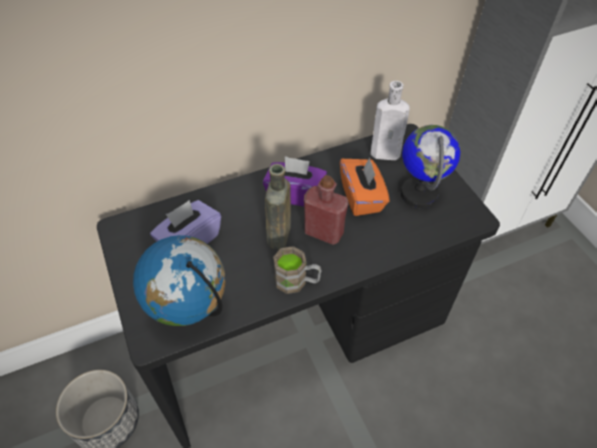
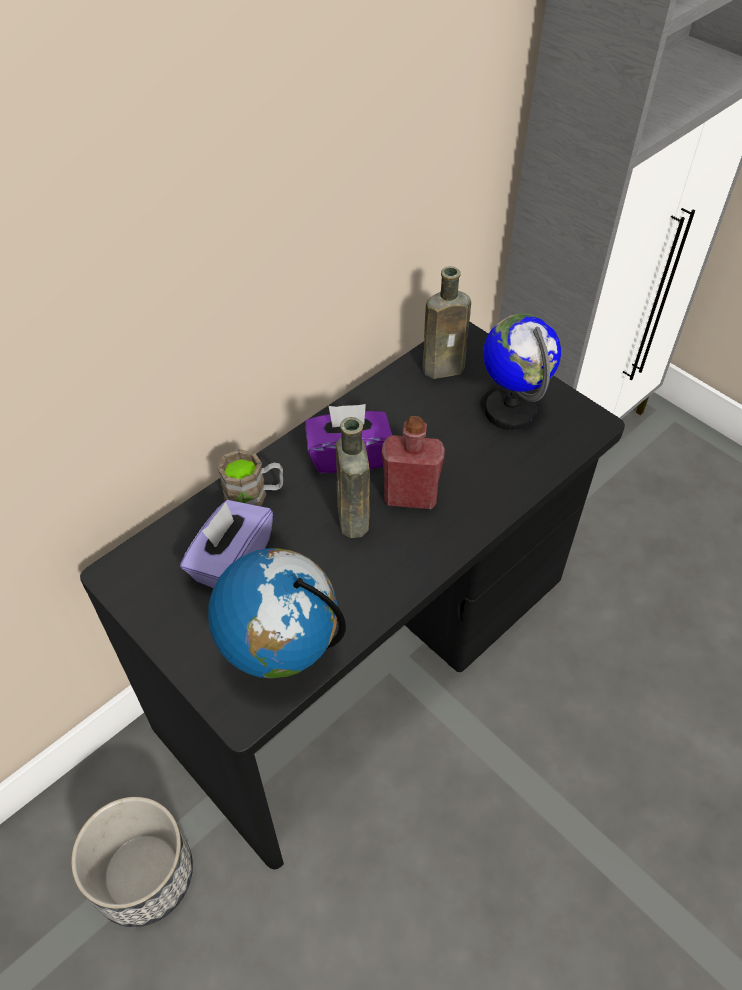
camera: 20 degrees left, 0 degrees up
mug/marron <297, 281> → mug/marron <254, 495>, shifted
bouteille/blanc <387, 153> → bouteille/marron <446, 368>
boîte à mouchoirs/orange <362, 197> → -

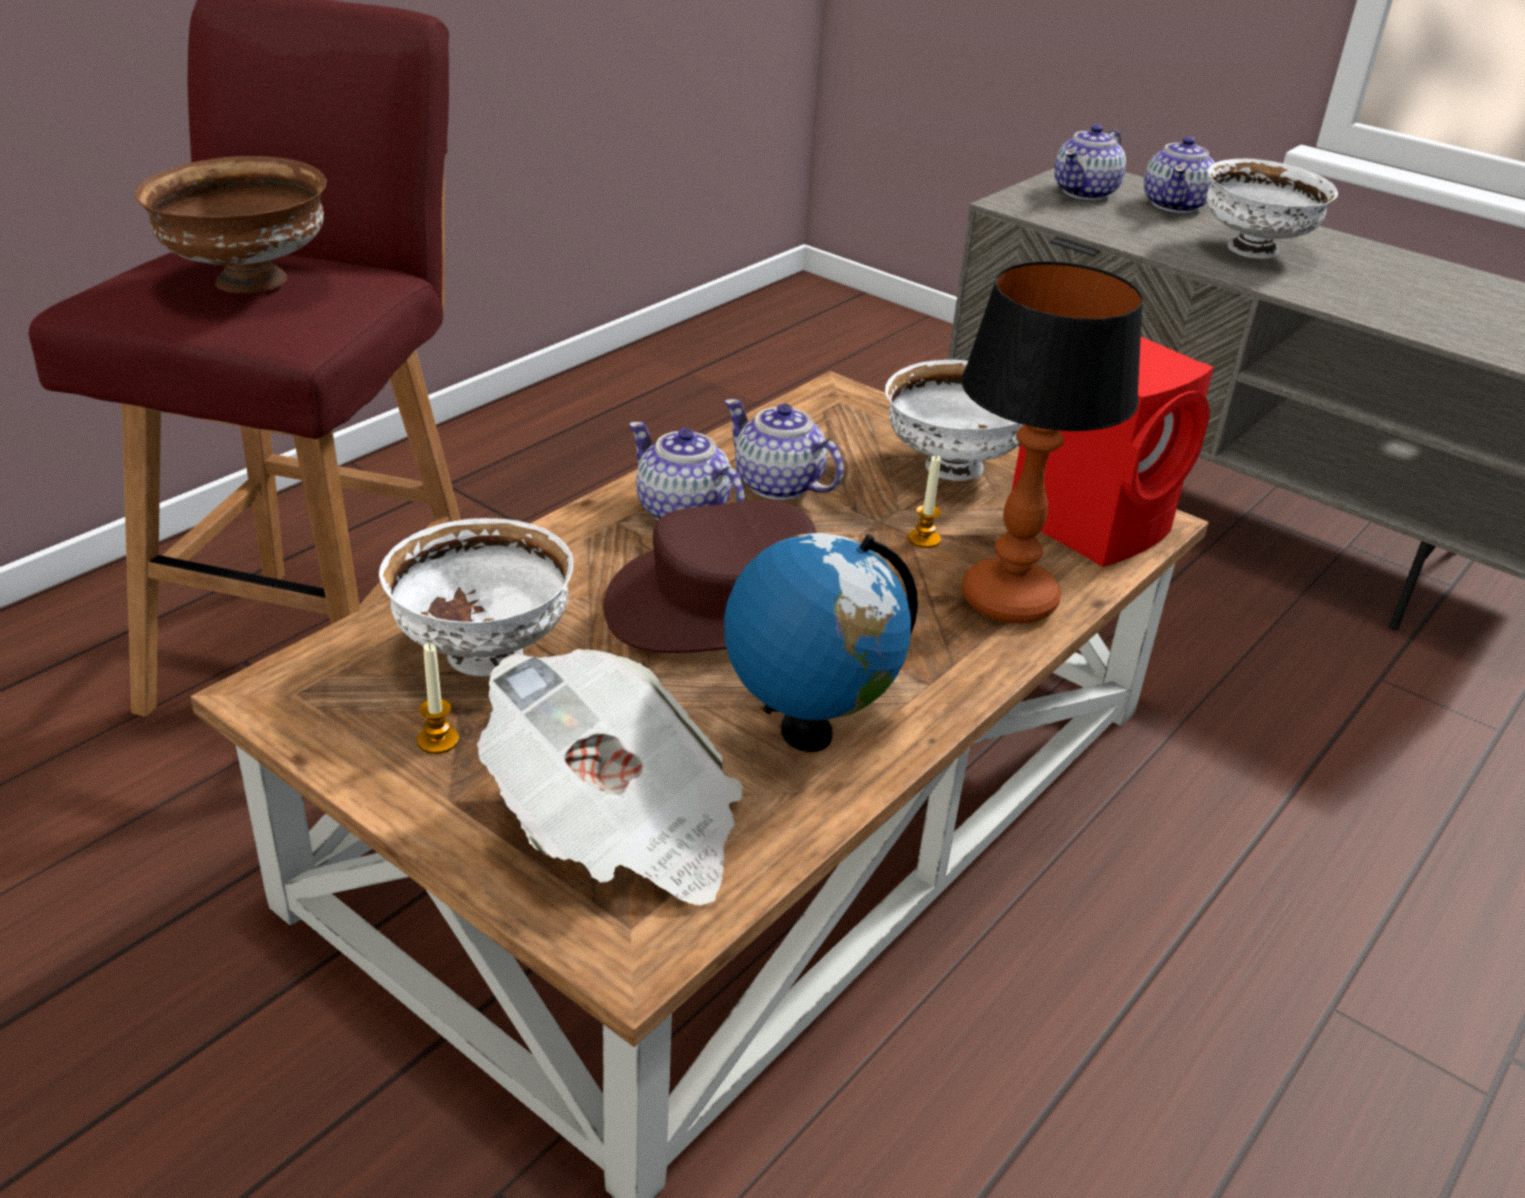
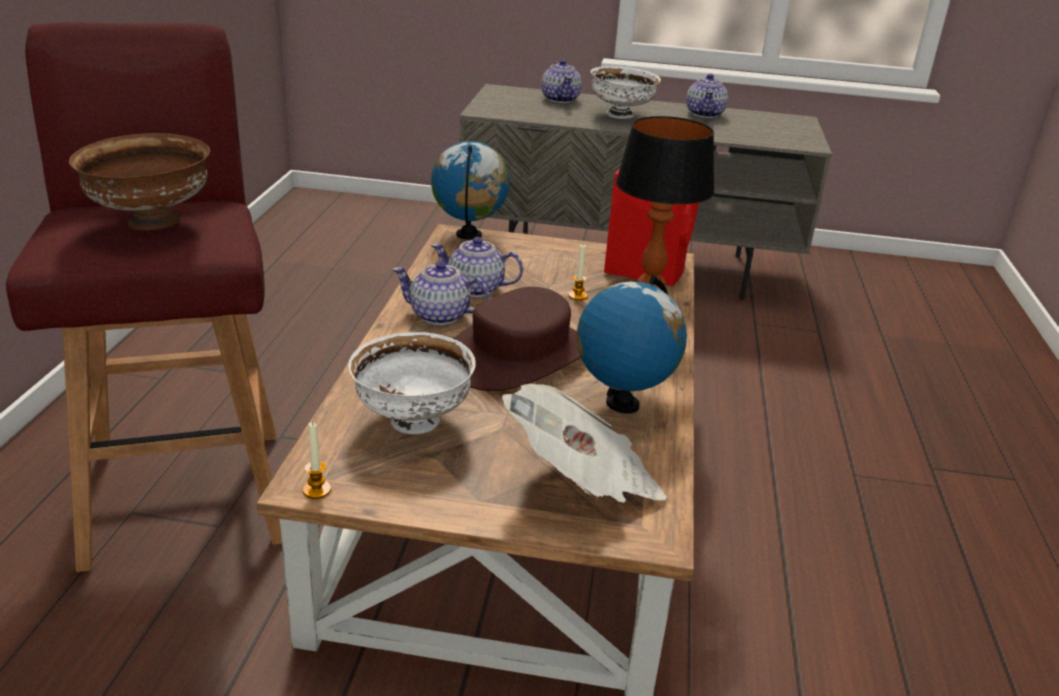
camera: 30 degrees left, 5 degrees down
bougie <438, 740> → bougie <316, 490>, shifted
- → globe <469, 235>
théière <1086, 192> → théière <705, 114>, shifted
bol/blanc <951, 468> → -

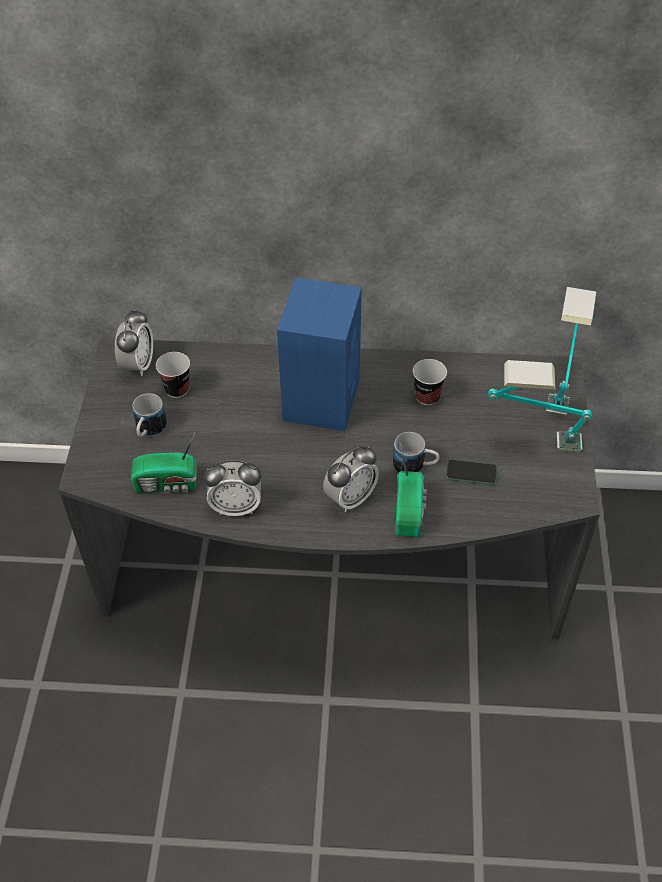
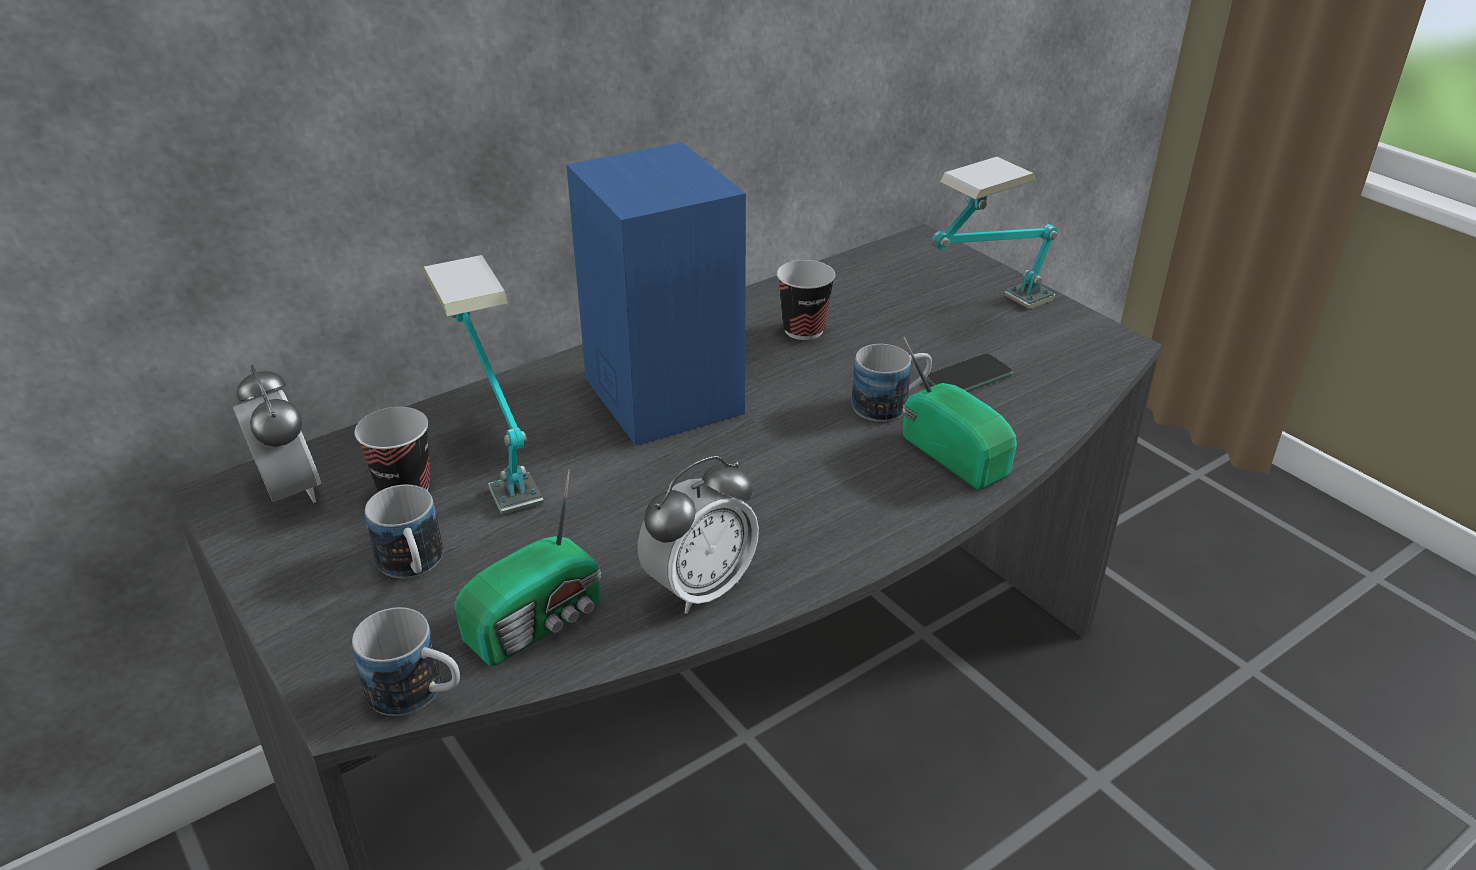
camera: 40 degrees left, 15 degrees down
- → mug <418, 694>
lampe de table <561, 381> → lampe de table <496, 457>, shifted
réveil <350, 498> → -

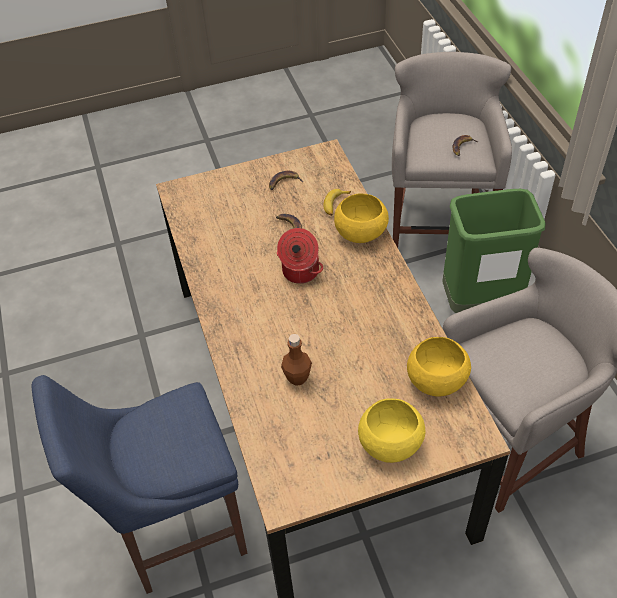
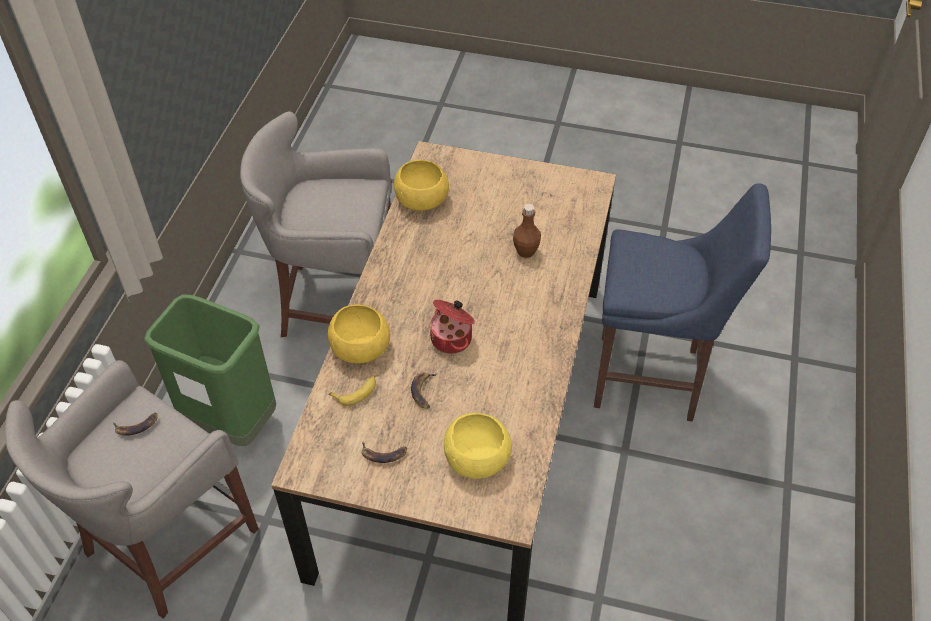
camera: 150 degrees left, 0 degrees up
bol/jaune <390, 441> → bol/jaune <476, 458>, shifted

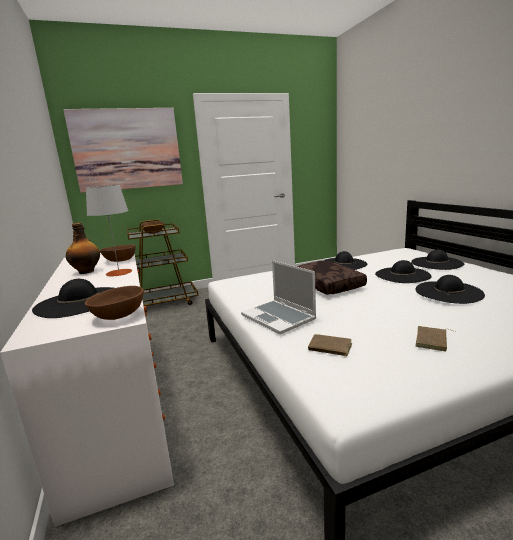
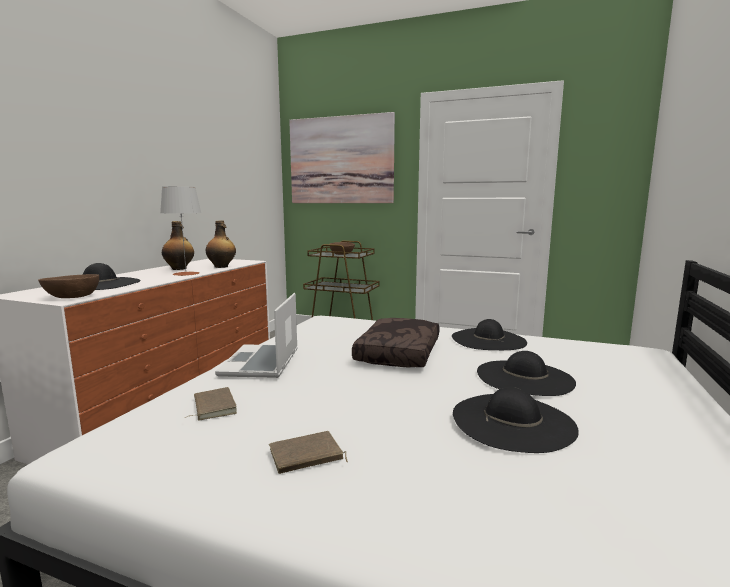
camera: 40 degrees right, 5 degrees down
bol/marron <120, 260> → bouteille <221, 267>
chapeau/noir <436, 263> → -

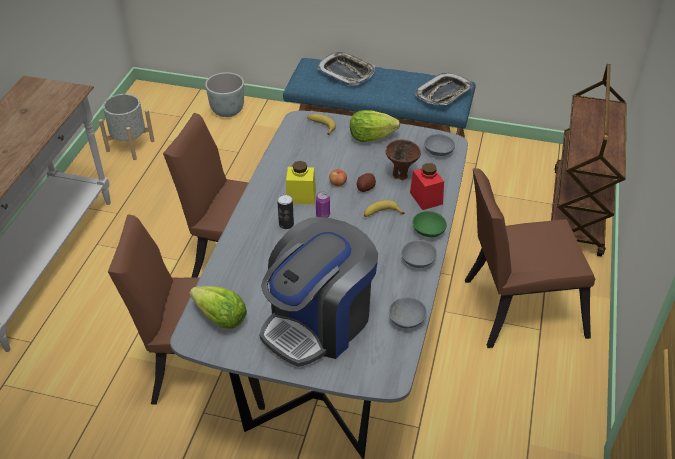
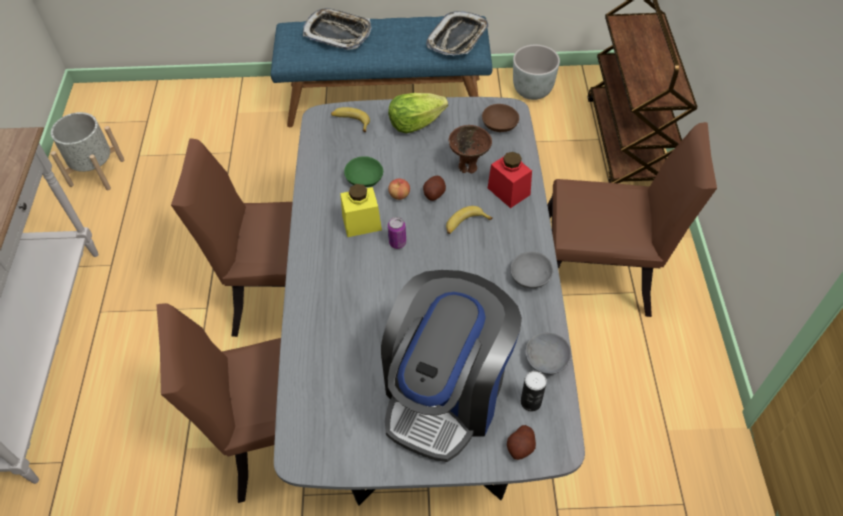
camera: 15 degrees left, 10 degrees up
bol/vert <429, 230> → bol/vert <365, 178>, shifted
bol/gris <439, 151> → bol/marron <501, 124>
- → pomme de terre <520, 447>
cache-pot/gris <228, 111> → cache-pot/gris <533, 90>, shifted
boîte métallique <286, 224> → boîte métallique <530, 402>, shifted
chaise/marron <515, 307> → chaise/marron <601, 272>, 150 degrees counterclockwise
laitue <220, 318> → -

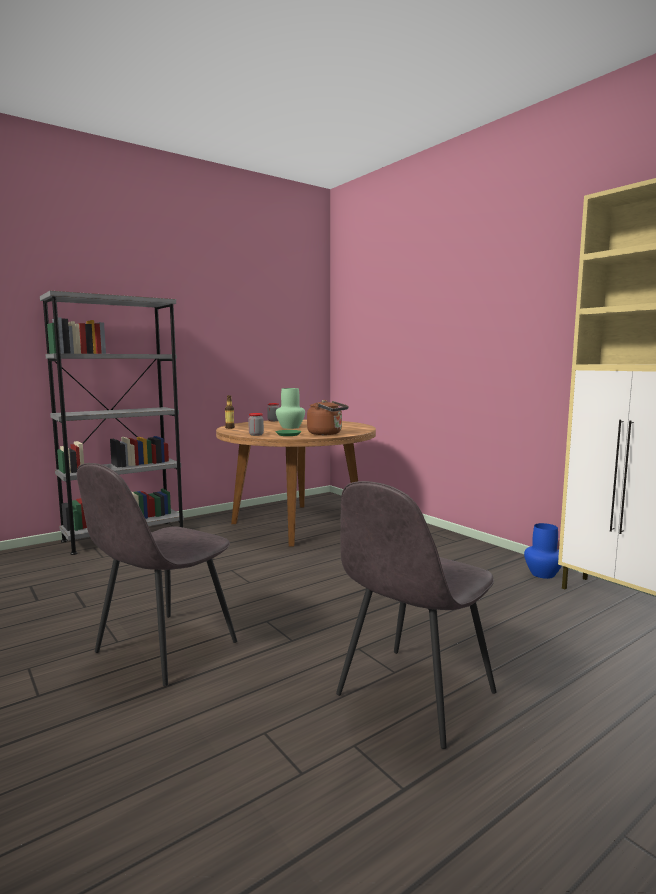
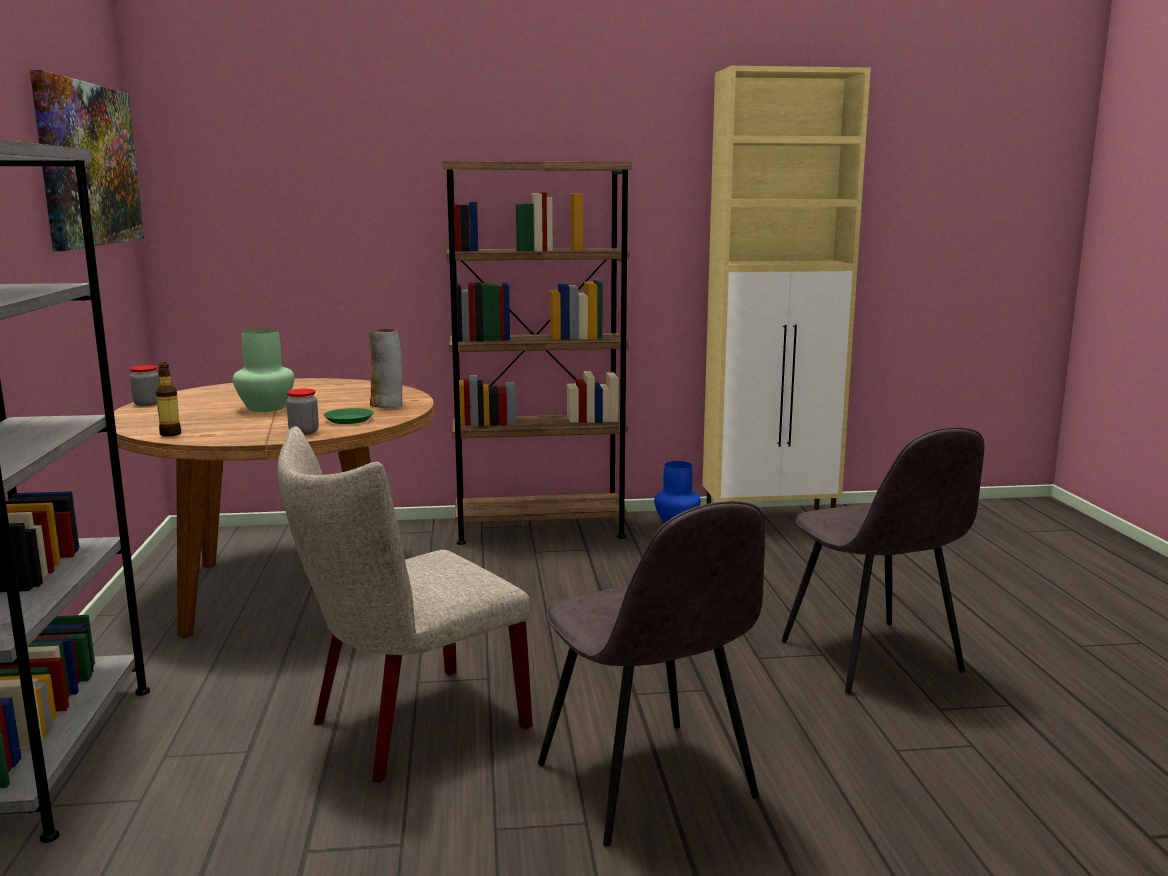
camera: 60 degrees left, 5 degrees up
- → tableau <89, 165>
- → chaise/beige <407, 727>
bouilloire/marron <327, 434> → vase <387, 405>
- → bibliothèque/marron <539, 529>

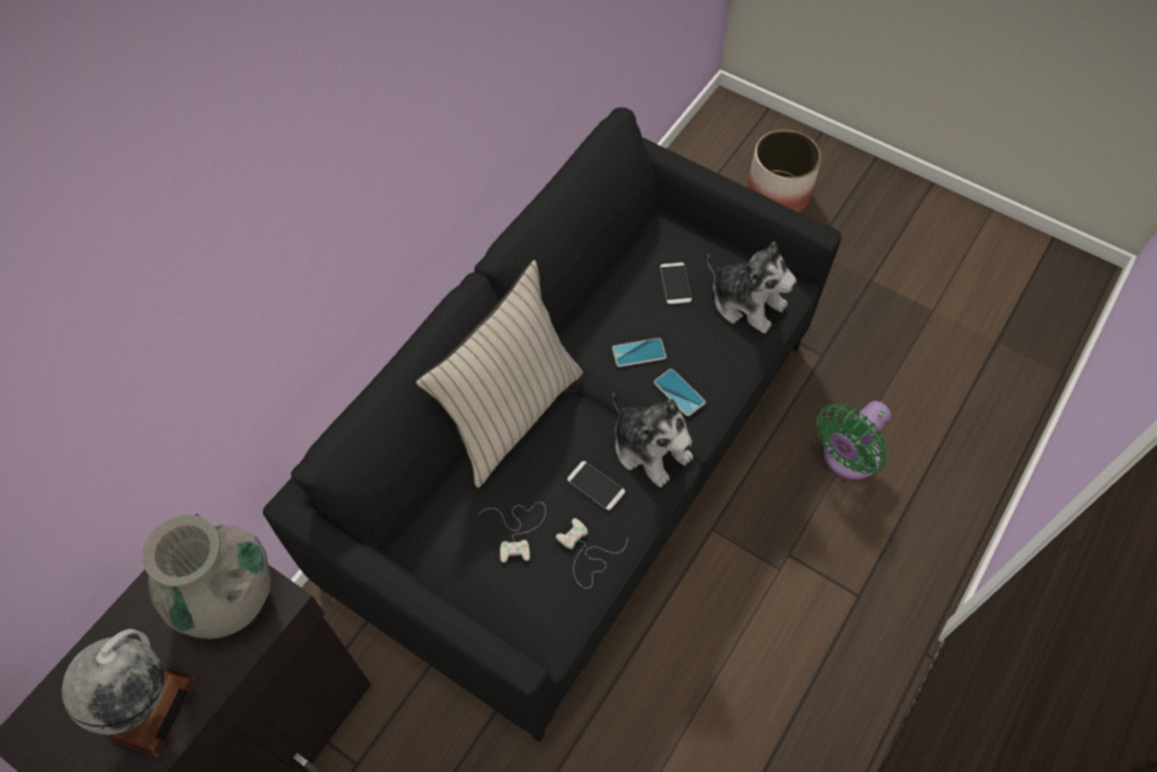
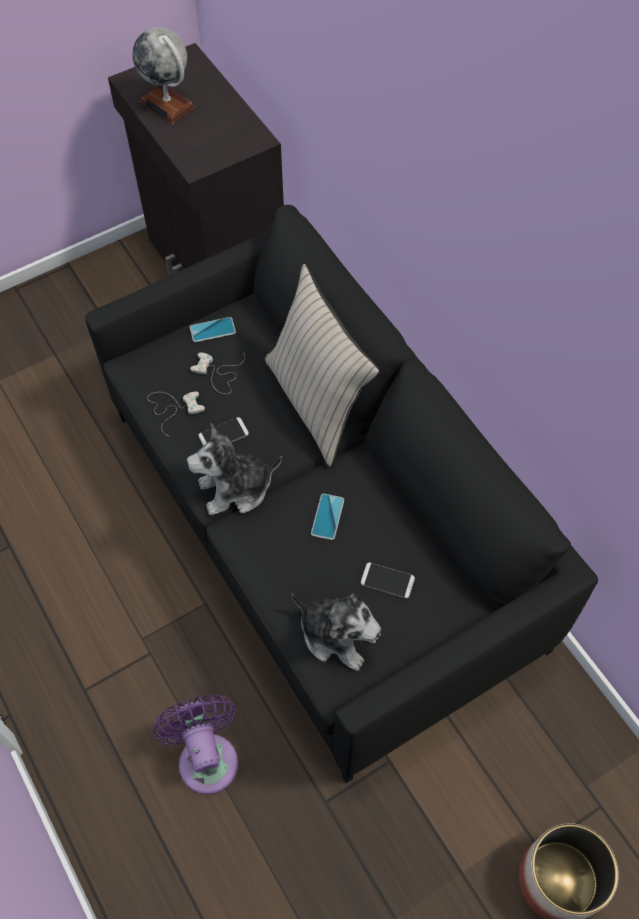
camera: 115 degrees right, 0 degrees up
ventilateur/vert <846, 458> → ventilateur/violet <206, 757>
téléphone <679, 392> → téléphone <212, 330>, shifted
peluche <746, 302> → peluche <338, 634>, 120 degrees counterclockwise
vase/gris <227, 598> → -

